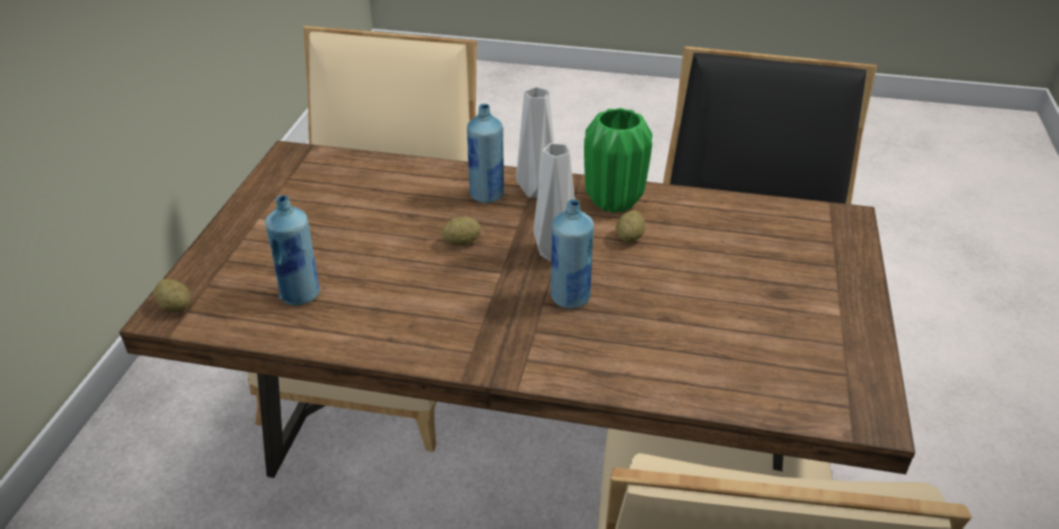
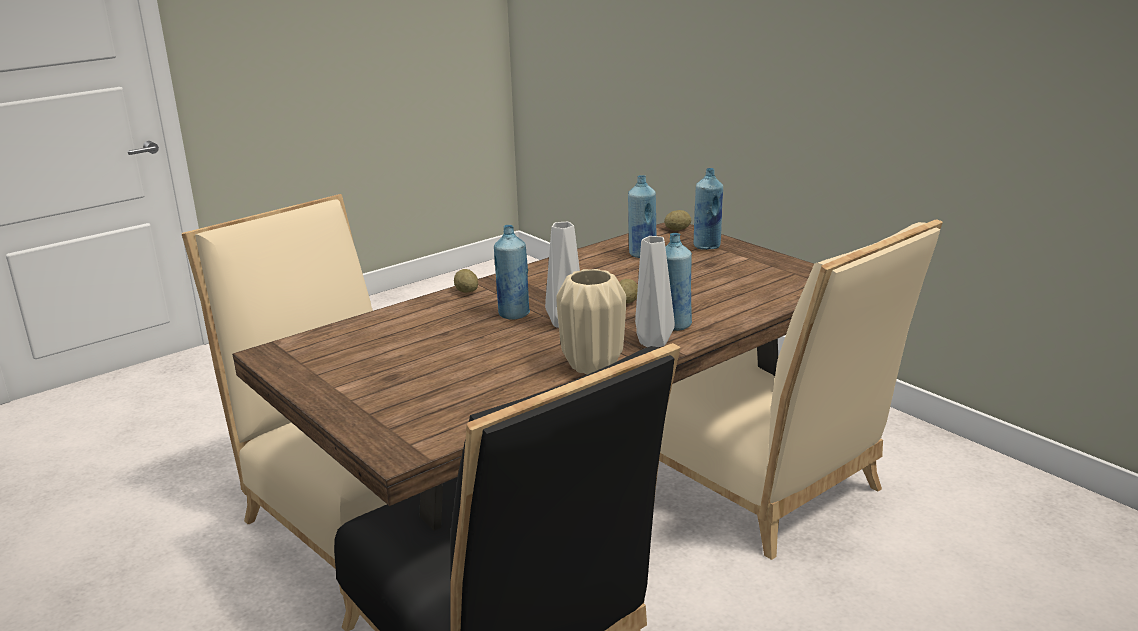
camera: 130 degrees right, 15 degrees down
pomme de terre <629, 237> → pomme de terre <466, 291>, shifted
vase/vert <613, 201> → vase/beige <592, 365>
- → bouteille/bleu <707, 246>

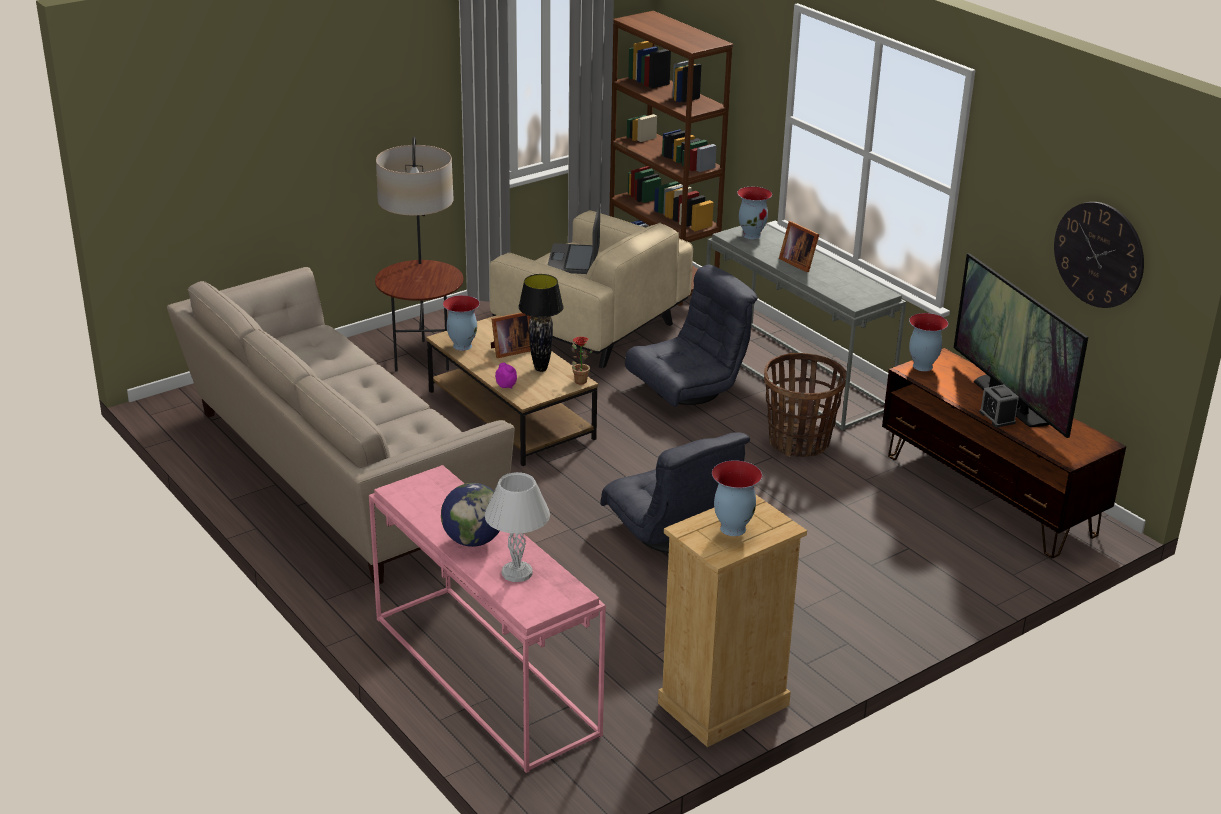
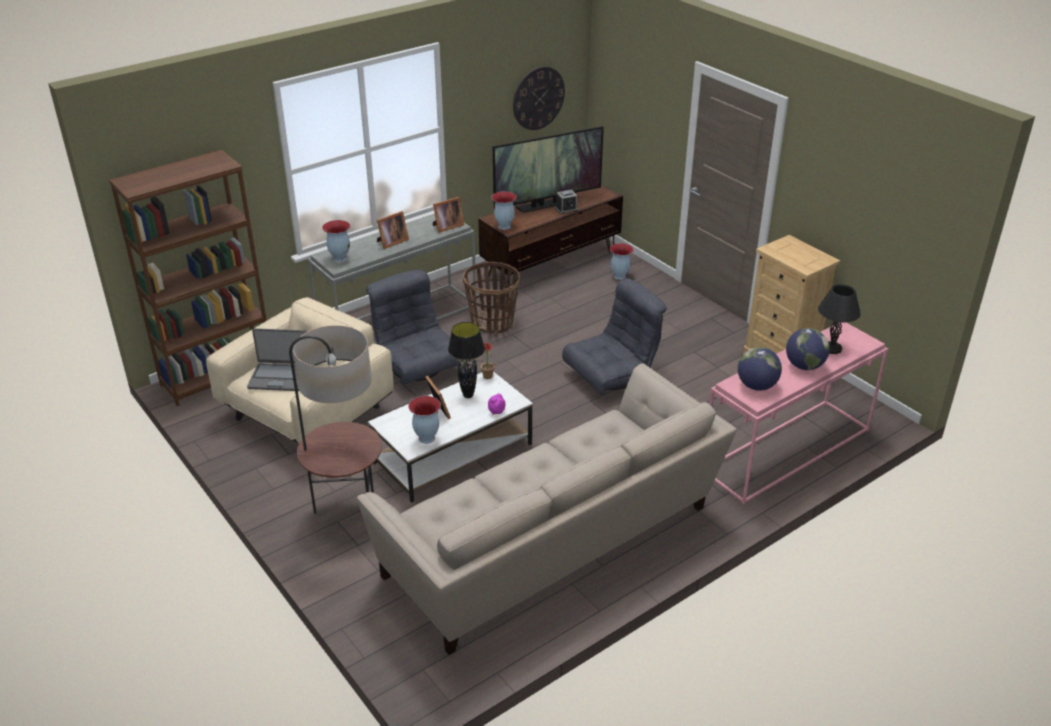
camera: 90 degrees left, 5 degrees up
table basse/marron <510, 415> → table basse/blanc <453, 453>
- → cadre photo <447, 226>
vase <732, 528> → vase <619, 276>, shifted
- → globe <756, 386>
lampe de table/blanc <518, 573> → lampe de table/noir <831, 348>

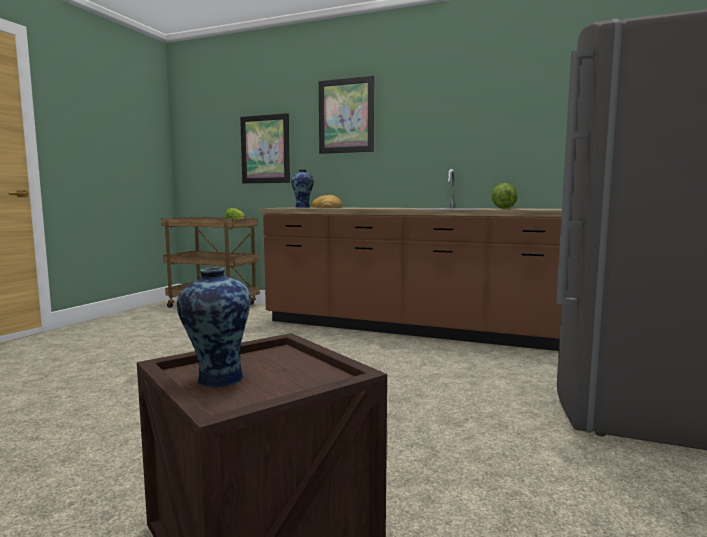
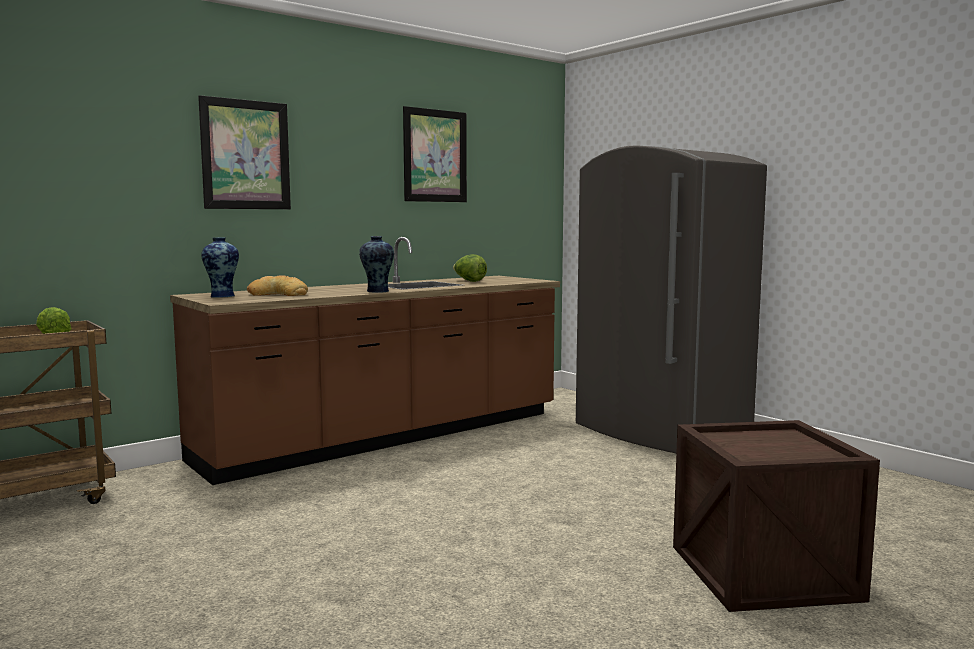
camera: 60 degrees left, 0 degrees up
vase <217, 379> → vase <377, 291>, shifted
tableau <265, 149> → tableau <435, 156>, shifted

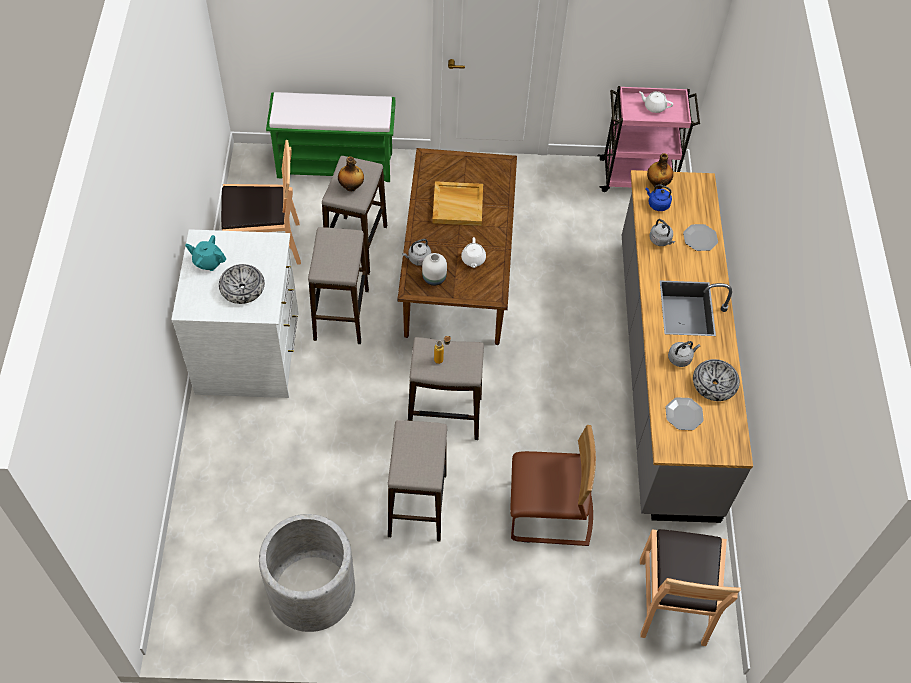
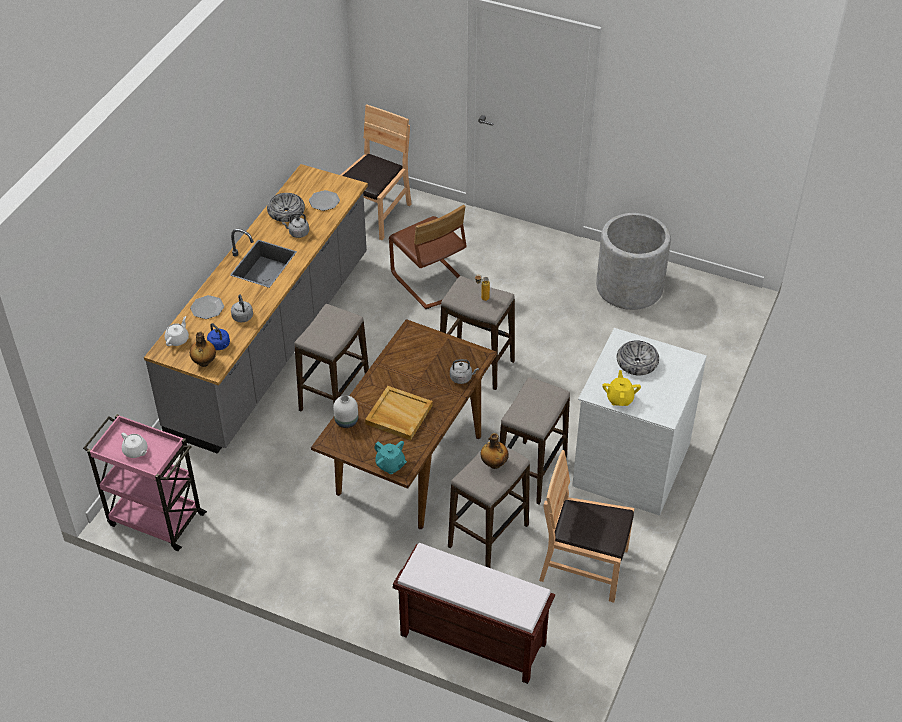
camera: 155 degrees left, 10 degrees down
théière/blanc <473, 260> → théière/blanc <177, 339>, shifted
tabouret <417, 505> → tabouret <334, 397>, shifted
vase/blanc <434, 277> → vase/blanc <346, 422>, shifted
théière/turquoise <208, 262> → théière/turquoise <390, 465>, shifted
chaise/marron <550, 513> → chaise/marron <430, 281>, 150 degrees counterclockwise
banc/vert <336, 164> → banc/marron <471, 639>
- → théière/jaune <620, 398>

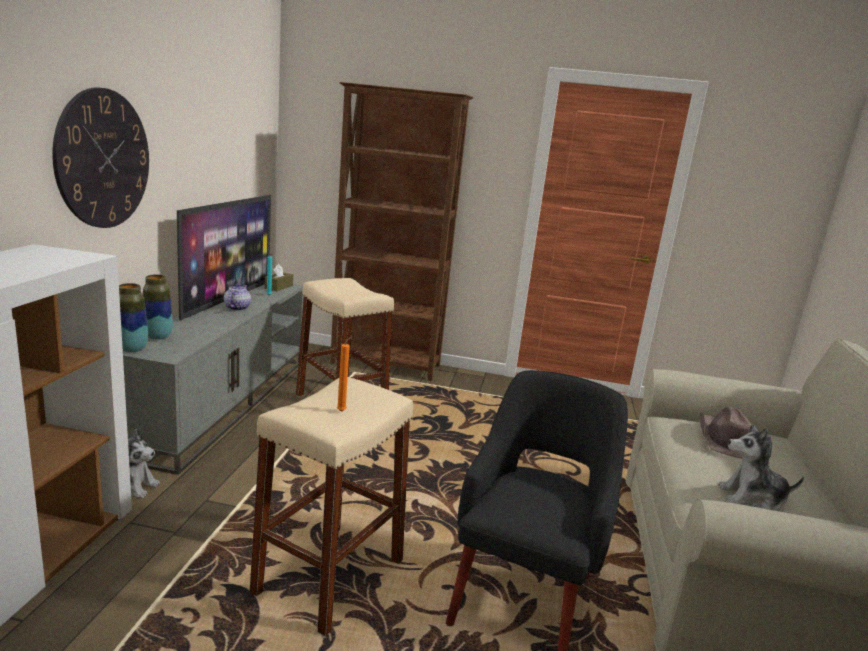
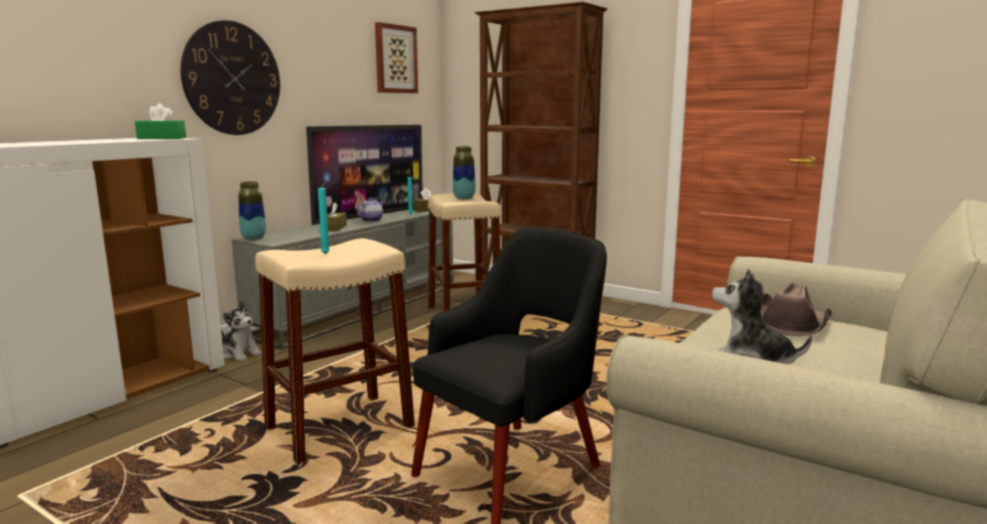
camera: 25 degrees right, 5 degrees down
- → boîte à mouchoirs/vert <162, 138>
bougie/orange <342, 411> → bougie/turquoise <327, 254>
- → boîte à mouchoirs/marron <334, 228>
- → tableau <395, 59>
vase <158, 337> → vase <464, 198>, shifted

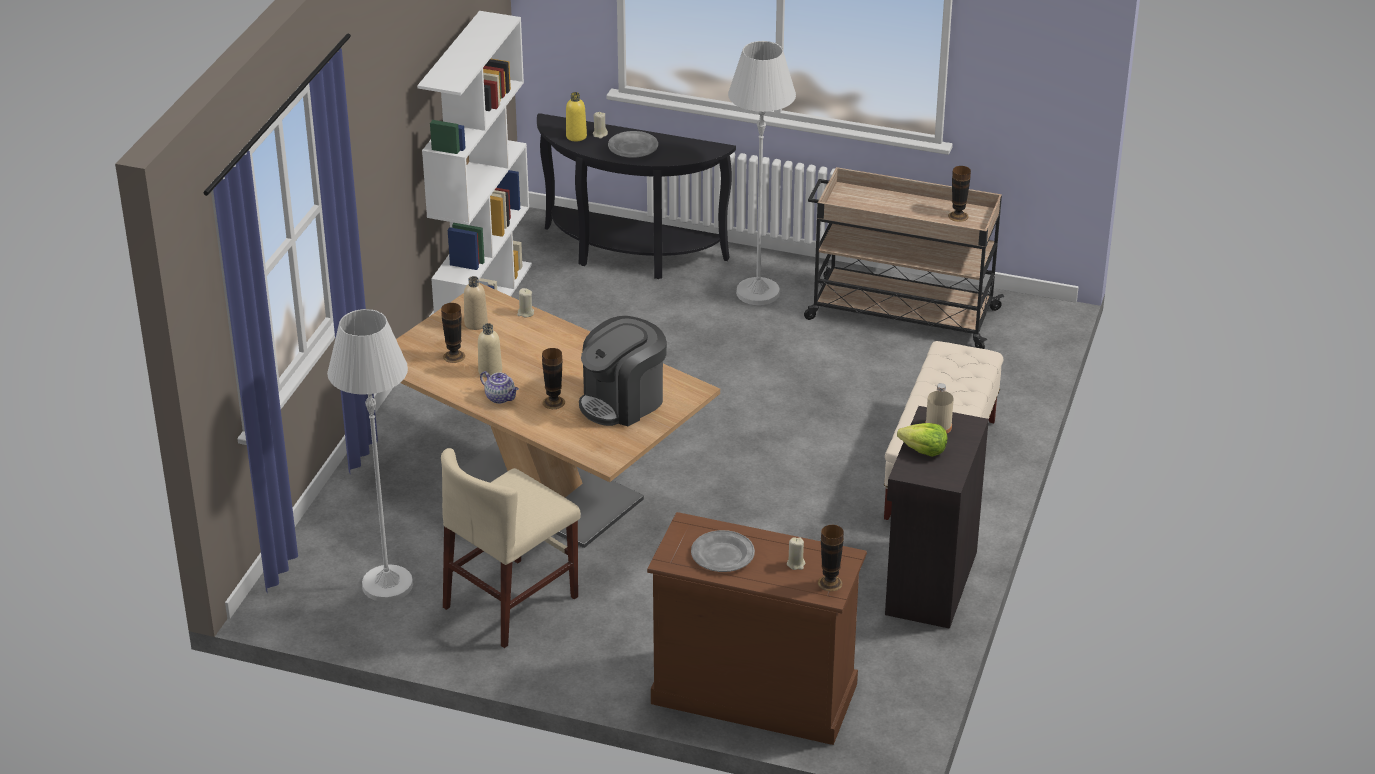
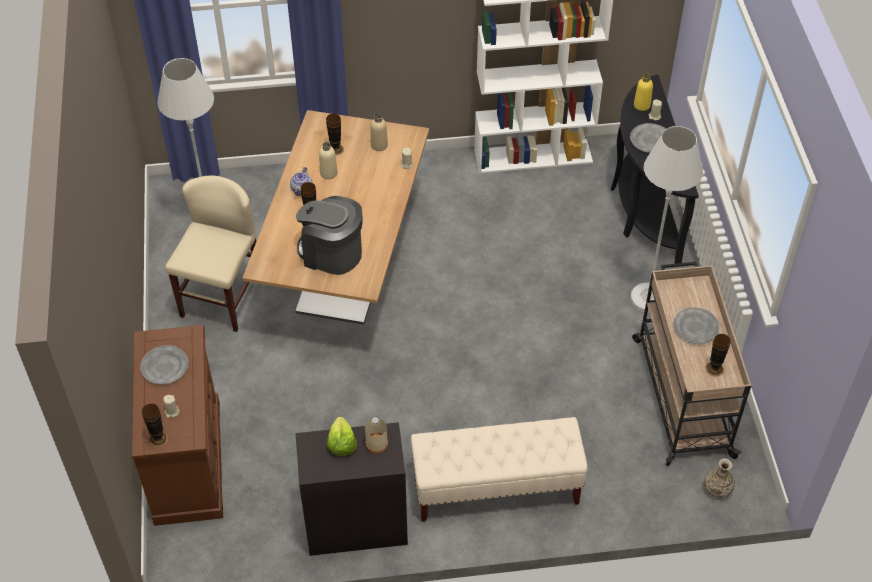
camera: 65 degrees right, 15 degrees up
chaise/beige <511, 602> → chaise/beige <222, 297>, 90 degrees clockwise
- → assiette/gris <696, 327>
- → vase <717, 488>

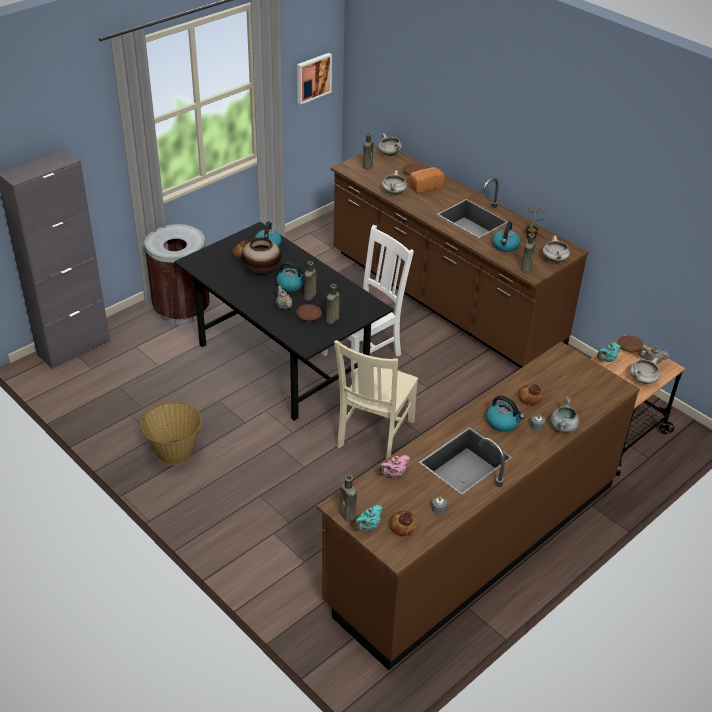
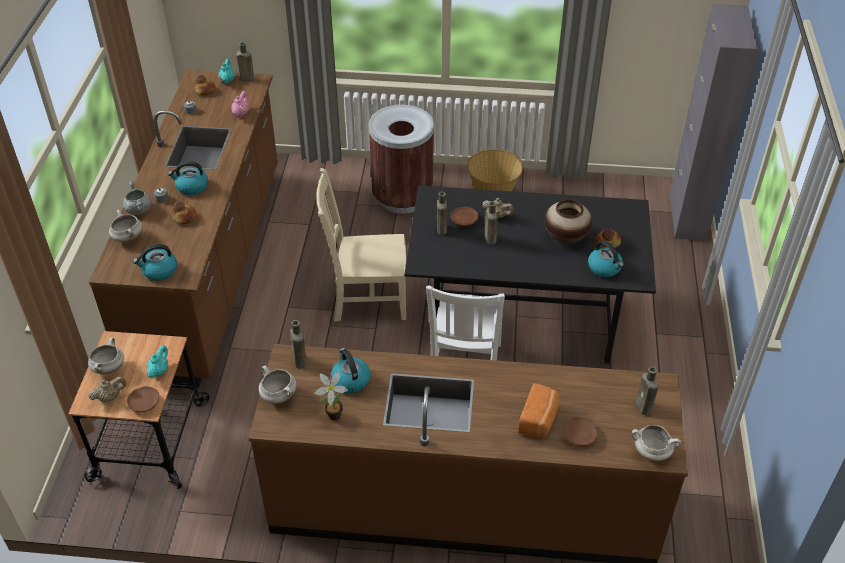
camera: 140 degrees right, 5 degrees up
marmite/blanc <394, 193> → marmite/blanc <127, 238>, shifted
bouilloire <291, 285> → bouilloire <159, 271>, shifted
chaise/beige <374, 435> → chaise/beige <366, 299>, 75 degrees counterclockwise
poubelle/marron <182, 310> → poubelle/marron <402, 197>, shifted
tableau <312, 77> → -

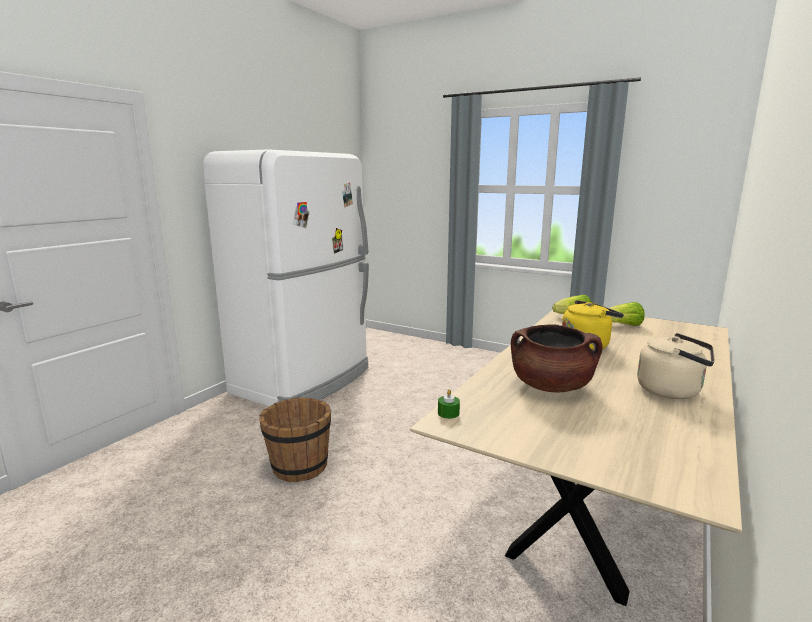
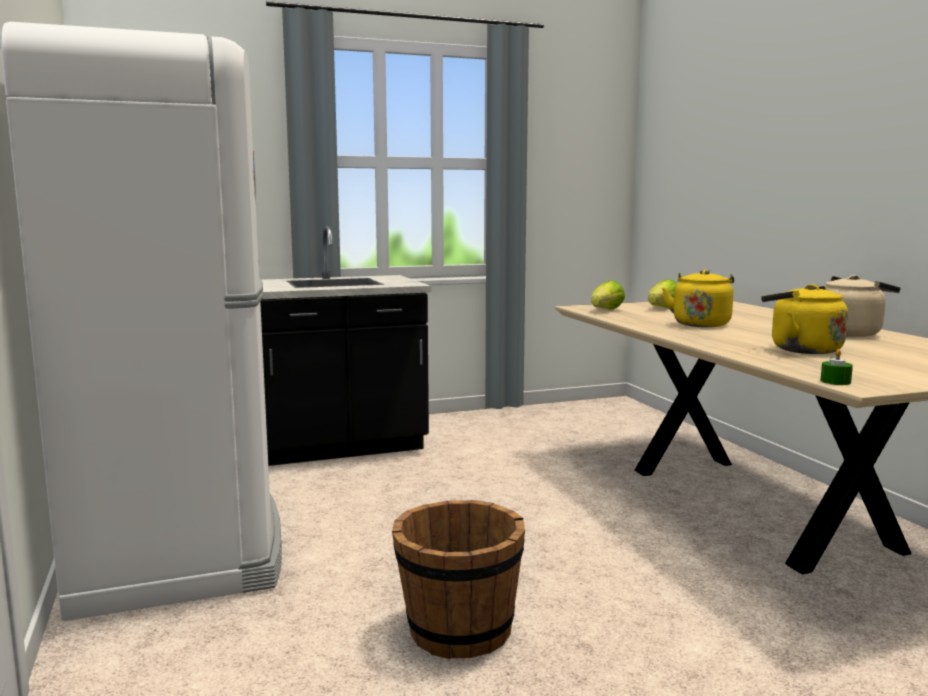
camera: 50 degrees left, 5 degrees down
- → comptoir de cuisine/noir <341, 447>
marmite/marron <551, 386> → bouilloire/jaune <801, 349>

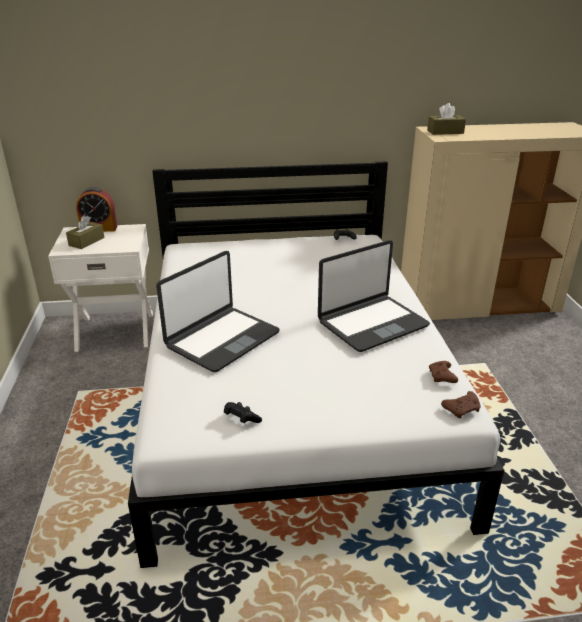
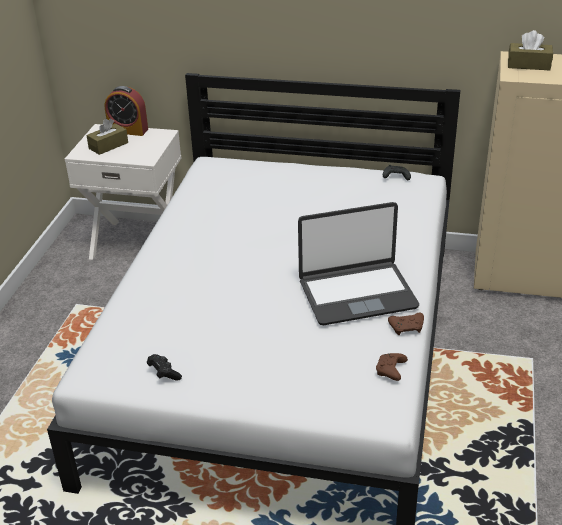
camera: 20 degrees right, 5 degrees up
manette/marron <462, 409> → manette/marron <407, 328>, shifted
ordinateur portable <221, 339> → -

